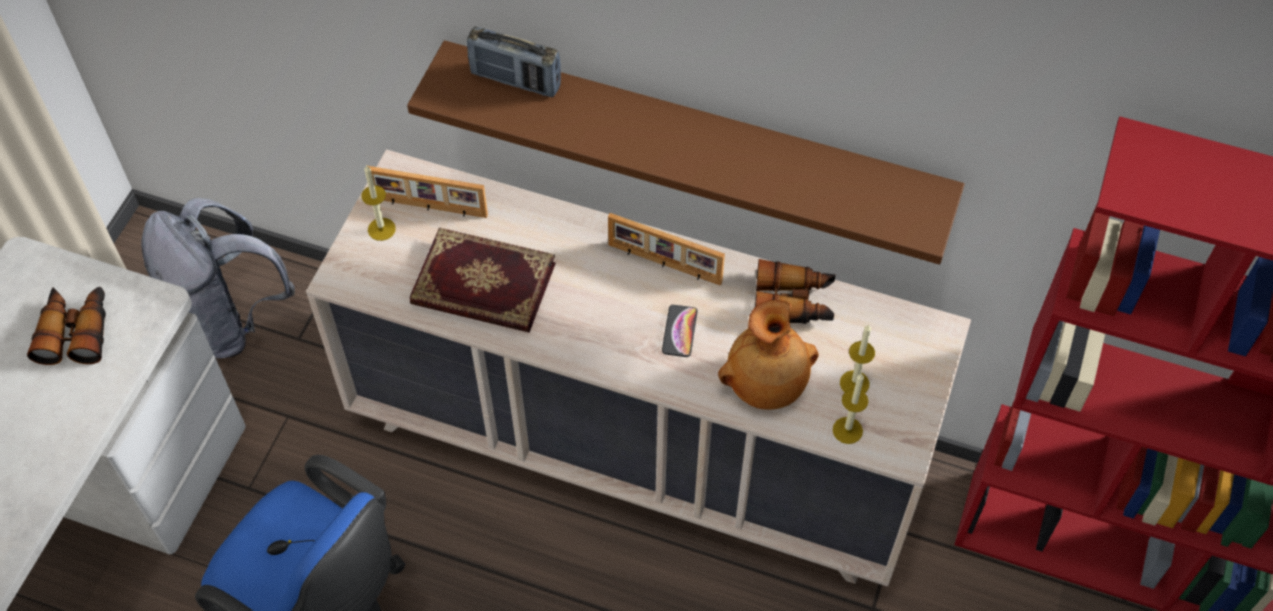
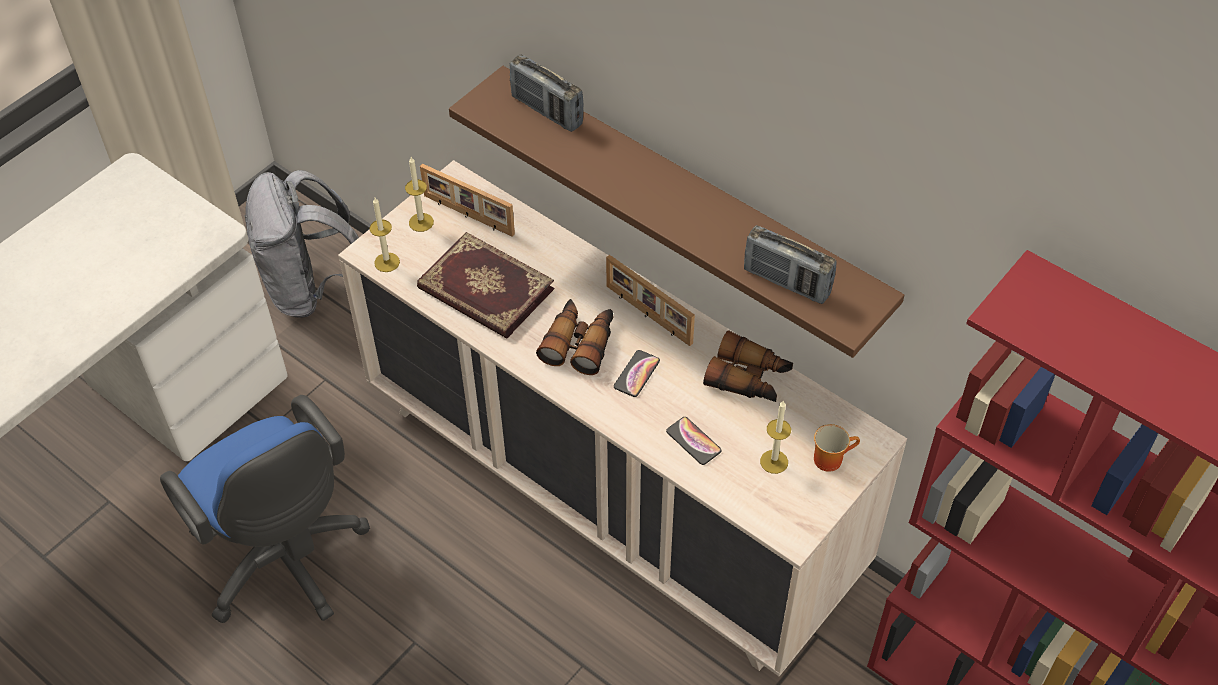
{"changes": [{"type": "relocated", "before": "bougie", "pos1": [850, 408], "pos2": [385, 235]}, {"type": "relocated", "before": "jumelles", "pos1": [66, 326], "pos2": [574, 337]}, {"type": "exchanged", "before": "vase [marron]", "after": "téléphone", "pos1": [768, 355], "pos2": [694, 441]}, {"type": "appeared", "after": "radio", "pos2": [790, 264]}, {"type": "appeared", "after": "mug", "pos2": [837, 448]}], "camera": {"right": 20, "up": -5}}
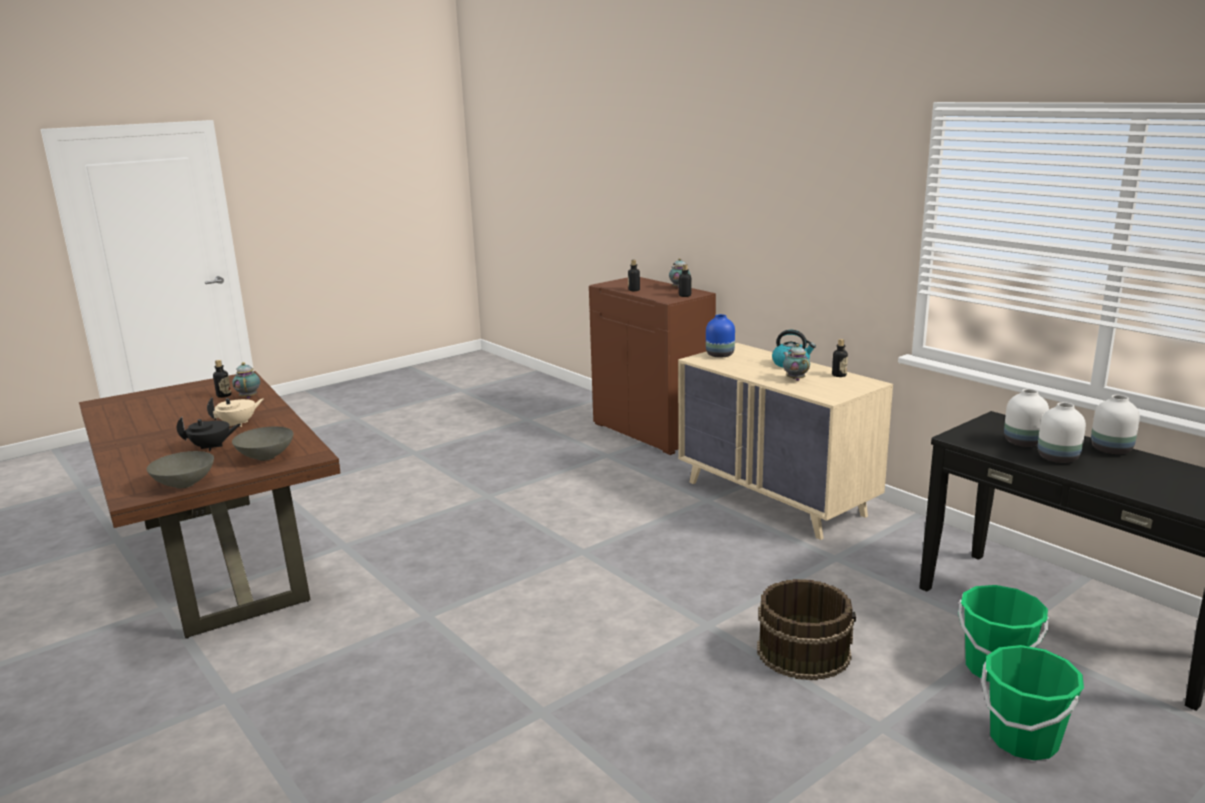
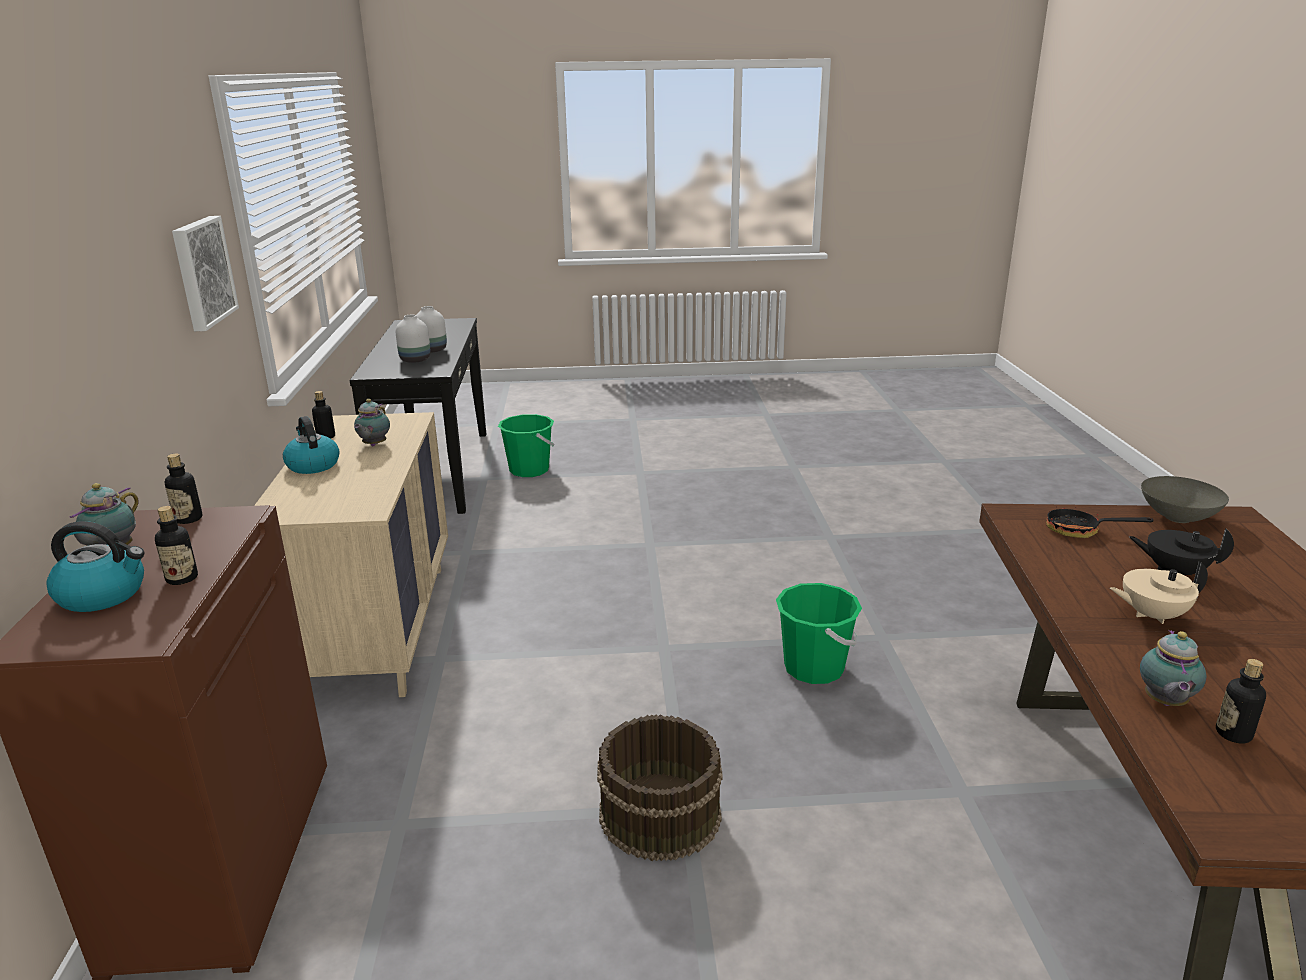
{"changes": [{"type": "appeared", "after": "bouilloire", "pos2": [95, 566]}, {"type": "appeared", "after": "tableau", "pos2": [205, 273]}, {"type": "relocated", "before": "seau [marron]", "pos1": [806, 629], "pos2": [660, 787]}, {"type": "relocated", "before": "seau [vert]", "pos1": [1032, 702], "pos2": [819, 633]}, {"type": "exchanged", "before": "bol [gris]", "after": "poêle", "pos1": [262, 443], "pos2": [1100, 519]}, {"type": "missing", "before": "vase [bleu]", "pos1": [720, 336]}, {"type": "missing", "before": "vase [blanc]", "pos1": [1115, 424]}], "camera": {"right": -145, "up": 5}}
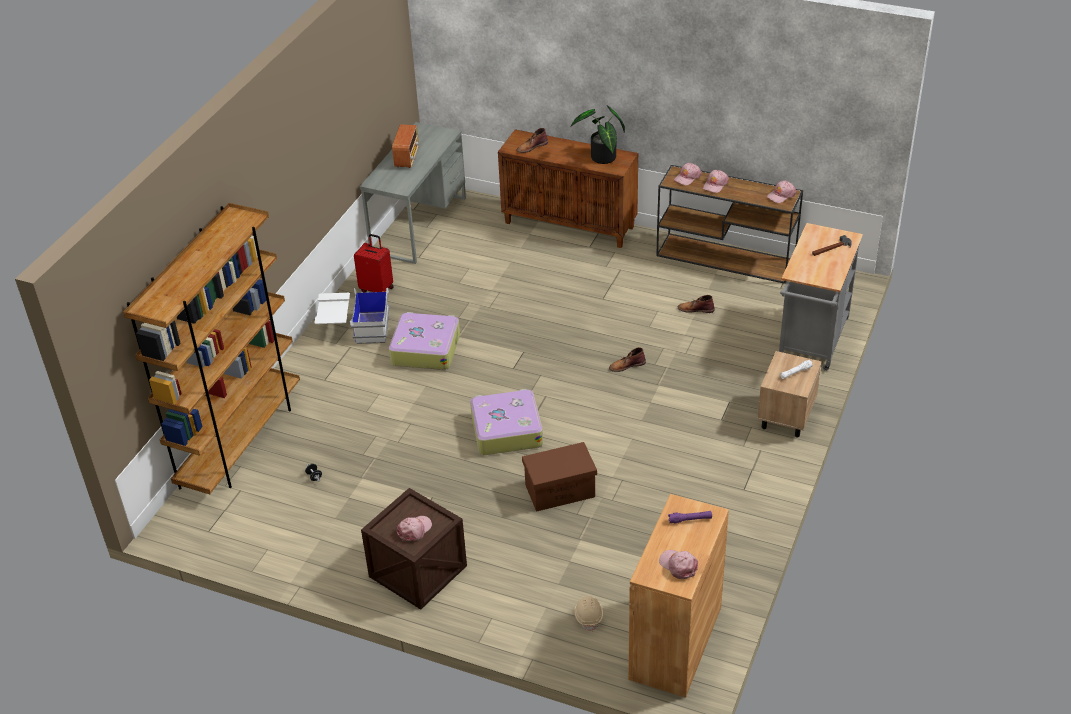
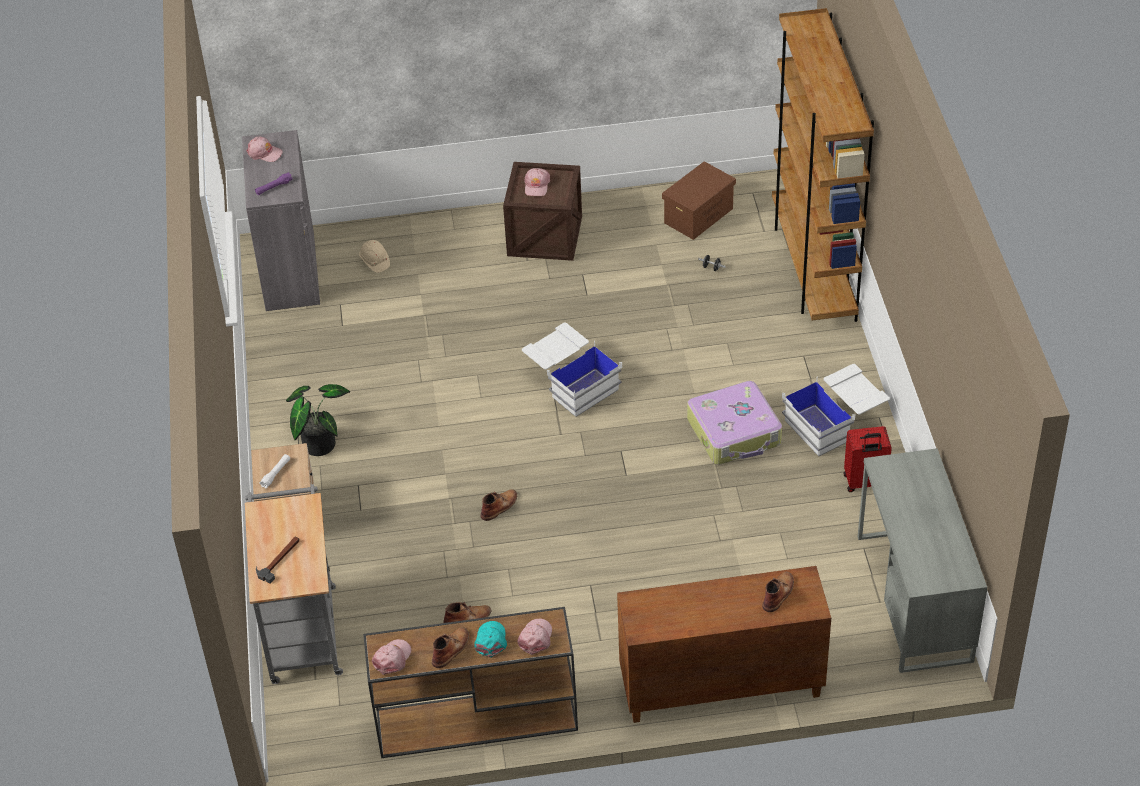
{"changes": [{"type": "colour", "before": "meuble de rangement [marron]", "after": "meuble de rangement [gris]", "pos1": [678, 596], "pos2": [281, 220]}, {"type": "relocated", "before": "plante en pot", "pos1": [597, 135], "pos2": [318, 420]}, {"type": "appeared", "after": "botte [marron]", "pos2": [450, 647]}, {"type": "colour", "before": "casquette [rose]", "after": "casquette [turquoise]", "pos1": [716, 181], "pos2": [490, 639]}, {"type": "exchanged", "before": "valise", "after": "boîte de rangement [blanc]", "pos1": [506, 422], "pos2": [572, 369]}, {"type": "relocated", "before": "boîte de rangement [marron]", "pos1": [559, 477], "pos2": [699, 200]}, {"type": "missing", "before": "radio", "pos1": [405, 146]}], "camera": {"right": 150, "up": 5}}
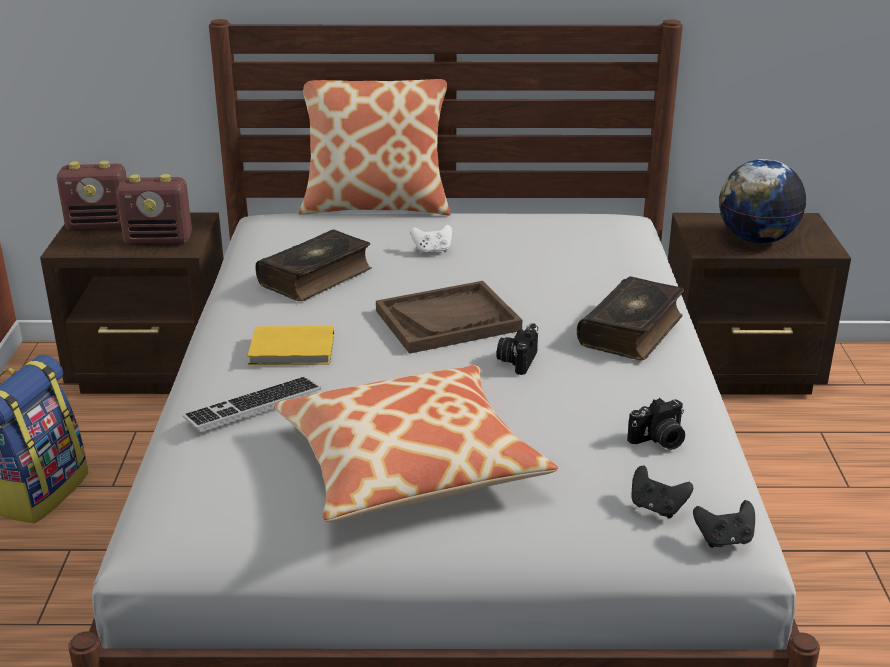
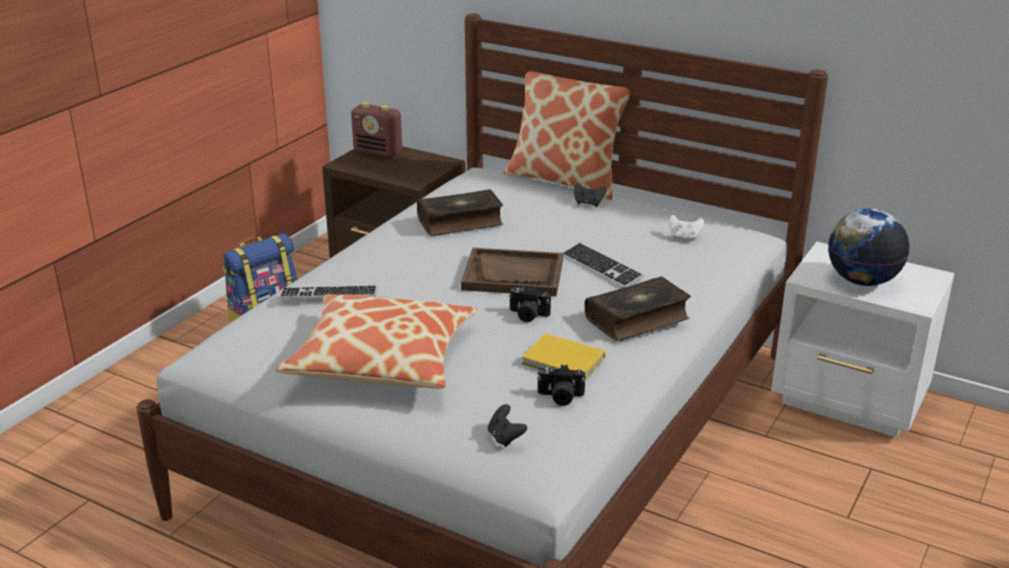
{"changes": [{"type": "spun", "before": "appareil photo", "pos1": [517, 349], "pos2": [530, 304], "turn": -120}, {"type": "relocated", "before": "livre [jaune]", "pos1": [291, 345], "pos2": [563, 356]}, {"type": "appeared", "after": "clavier", "pos2": [603, 265]}, {"type": "relocated", "before": "manette [noir]", "pos1": [724, 524], "pos2": [590, 195]}, {"type": "relocated", "before": "manette [blanc]", "pos1": [431, 239], "pos2": [686, 228]}, {"type": "colour", "before": "table de chevet [marron]", "after": "table de chevet [blanc]", "pos1": [759, 304], "pos2": [862, 339]}, {"type": "missing", "before": "radio", "pos1": [154, 209]}], "camera": {"right": 30, "up": 0}}
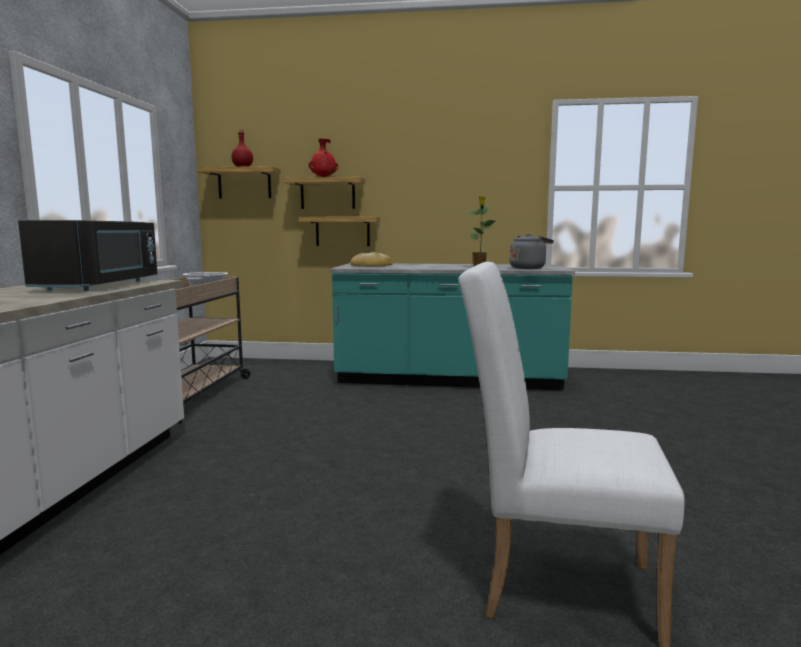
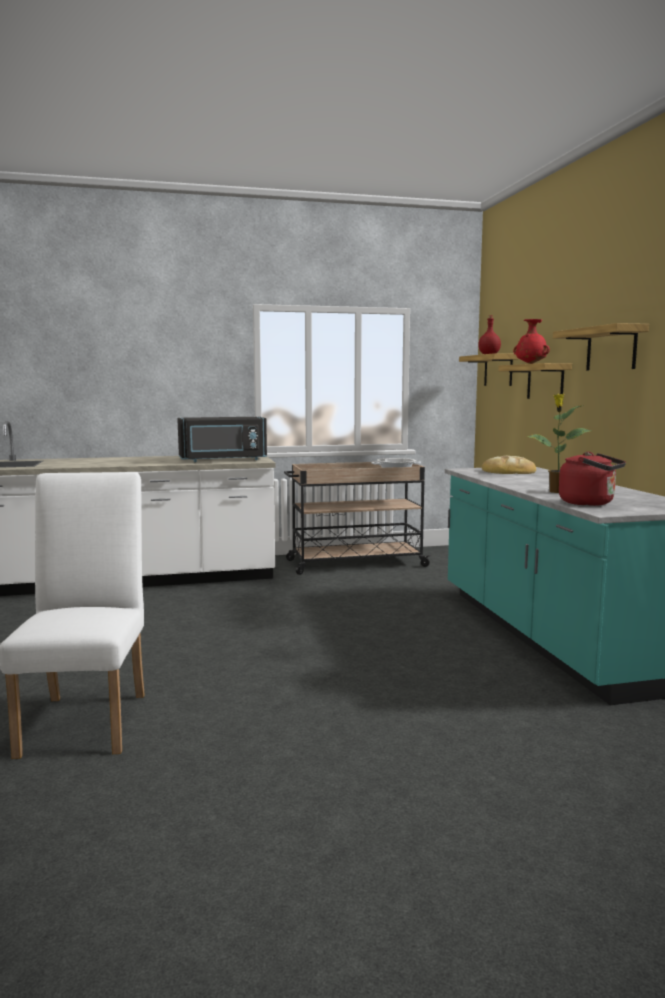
{"changes": [{"type": "relocated", "before": "étagère", "pos1": [339, 231], "pos2": [601, 346]}, {"type": "colour", "before": "bouilloire [gris]", "after": "bouilloire [rouge]", "pos1": [532, 251], "pos2": [592, 479]}], "camera": {"right": 70, "up": 0}}
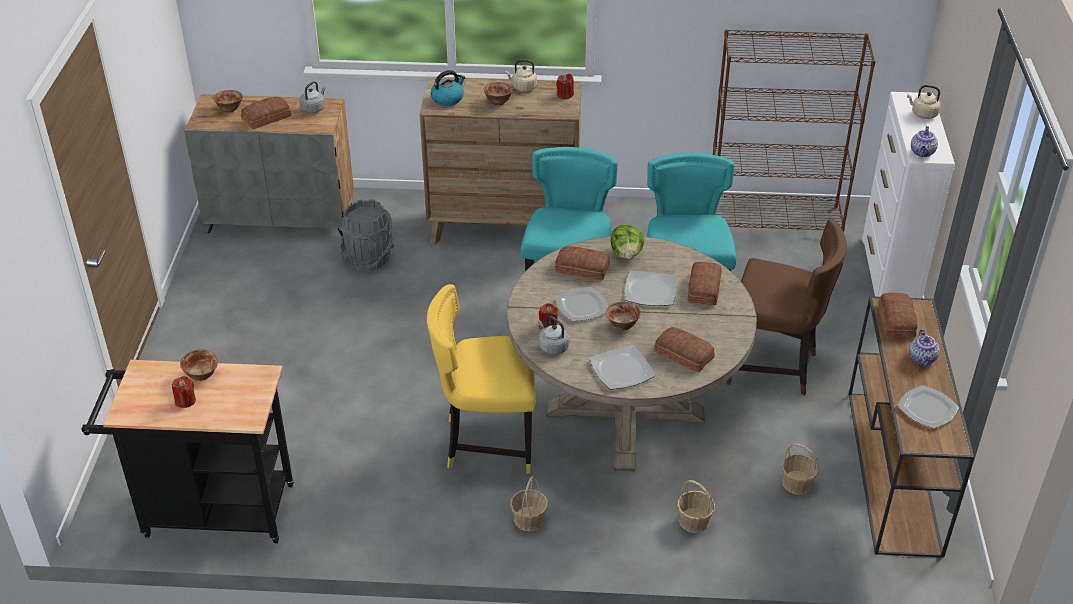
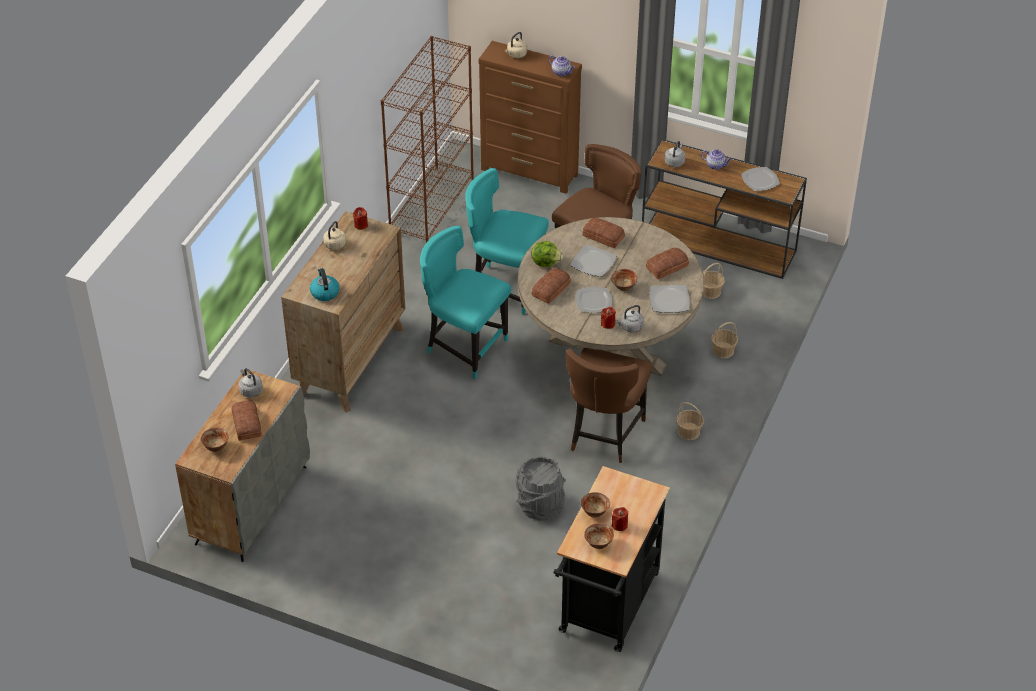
{"changes": [{"type": "colour", "before": "commode [blanc]", "after": "commode [marron]", "pos1": [908, 195], "pos2": [530, 117]}, {"type": "relocated", "before": "seau [gris]", "pos1": [367, 235], "pos2": [540, 488]}, {"type": "colour", "before": "chaise [jaune]", "after": "chaise [marron]", "pos1": [481, 379], "pos2": [609, 405]}, {"type": "relocated", "before": "bol", "pos1": [498, 93], "pos2": [599, 536]}, {"type": "exchanged", "before": "pain", "after": "bouilloire [gris]", "pos1": [898, 314], "pos2": [674, 154]}], "camera": {"right": -70, "up": 5}}
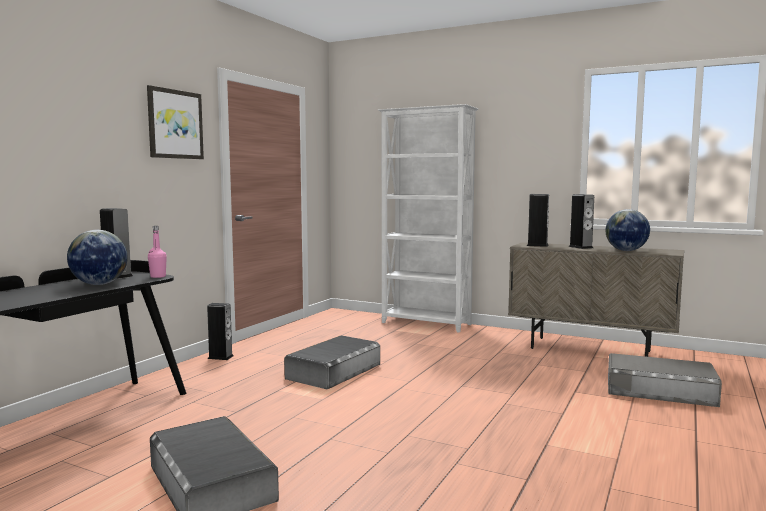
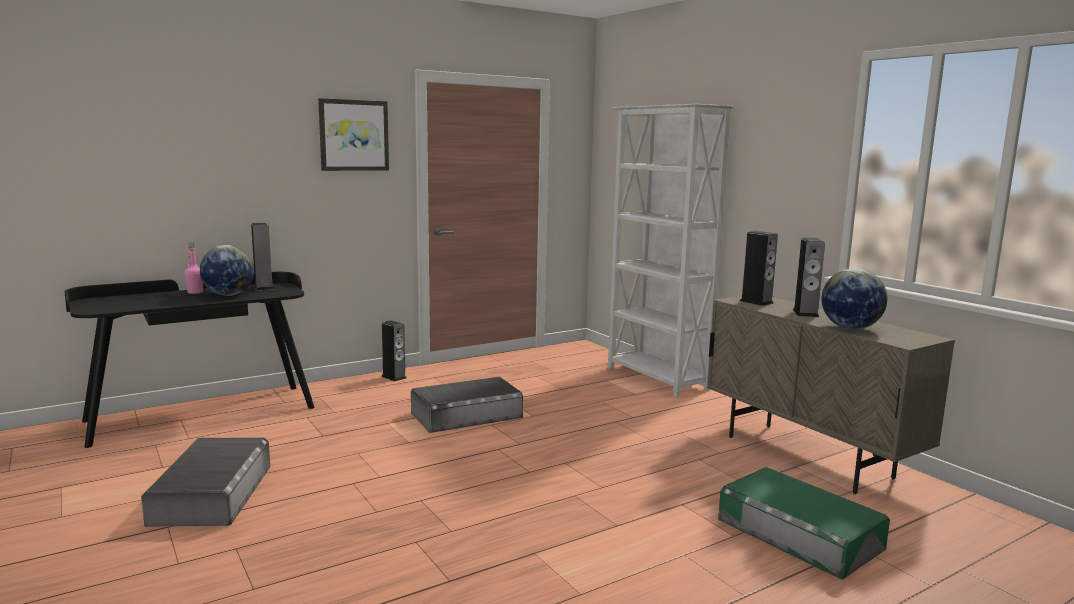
{"changes": [{"type": "relocated", "before": "bouteille [rose]", "pos1": [157, 252], "pos2": [193, 268]}, {"type": "colour", "before": "boîte de rangement [gris]", "after": "boîte de rangement [vert]", "pos1": [665, 380], "pos2": [804, 523]}], "camera": {"right": 30, "up": 5}}
